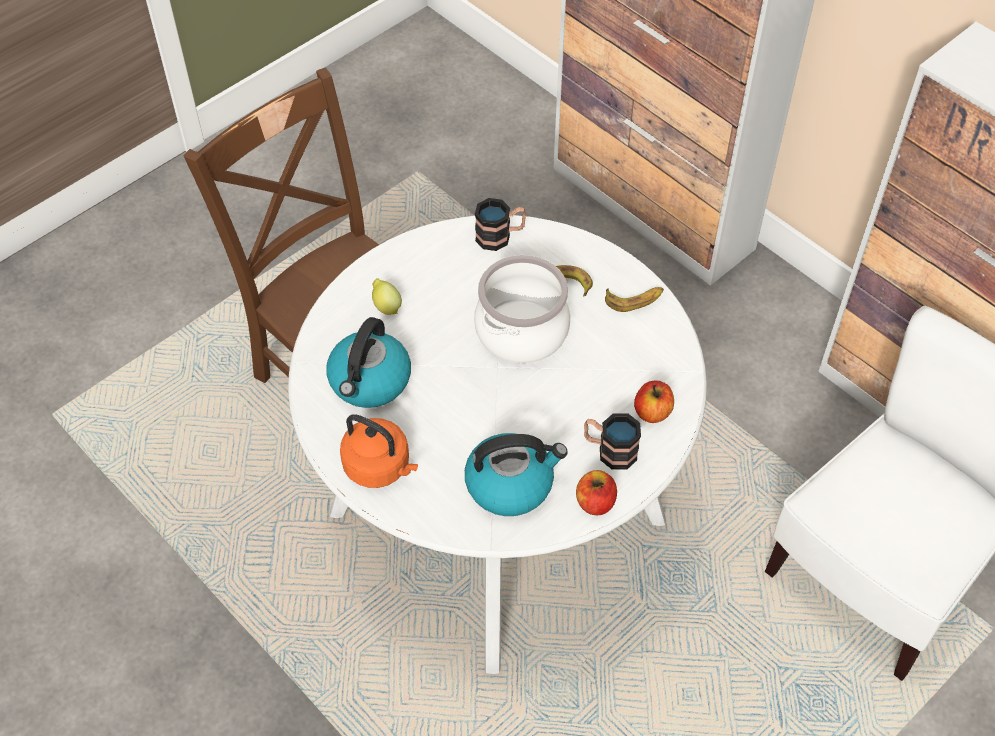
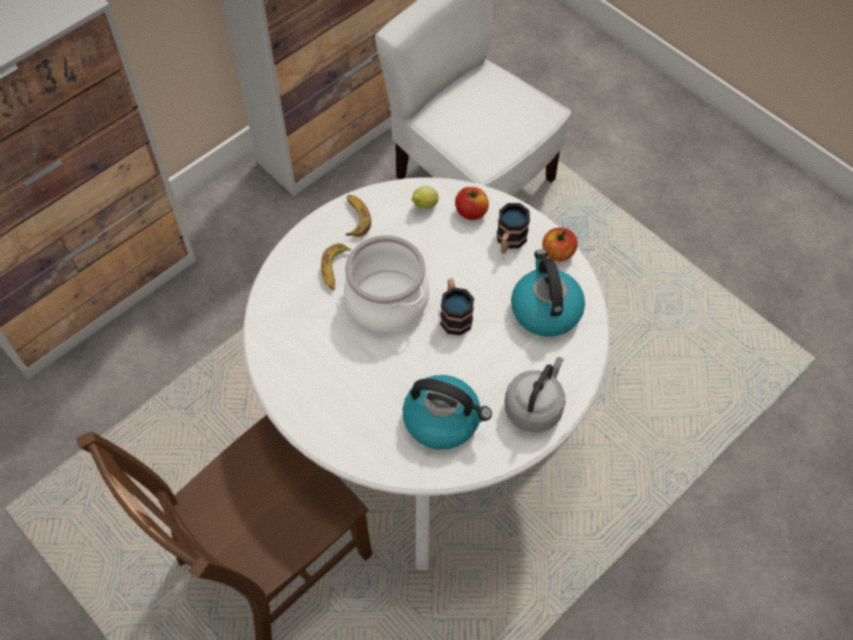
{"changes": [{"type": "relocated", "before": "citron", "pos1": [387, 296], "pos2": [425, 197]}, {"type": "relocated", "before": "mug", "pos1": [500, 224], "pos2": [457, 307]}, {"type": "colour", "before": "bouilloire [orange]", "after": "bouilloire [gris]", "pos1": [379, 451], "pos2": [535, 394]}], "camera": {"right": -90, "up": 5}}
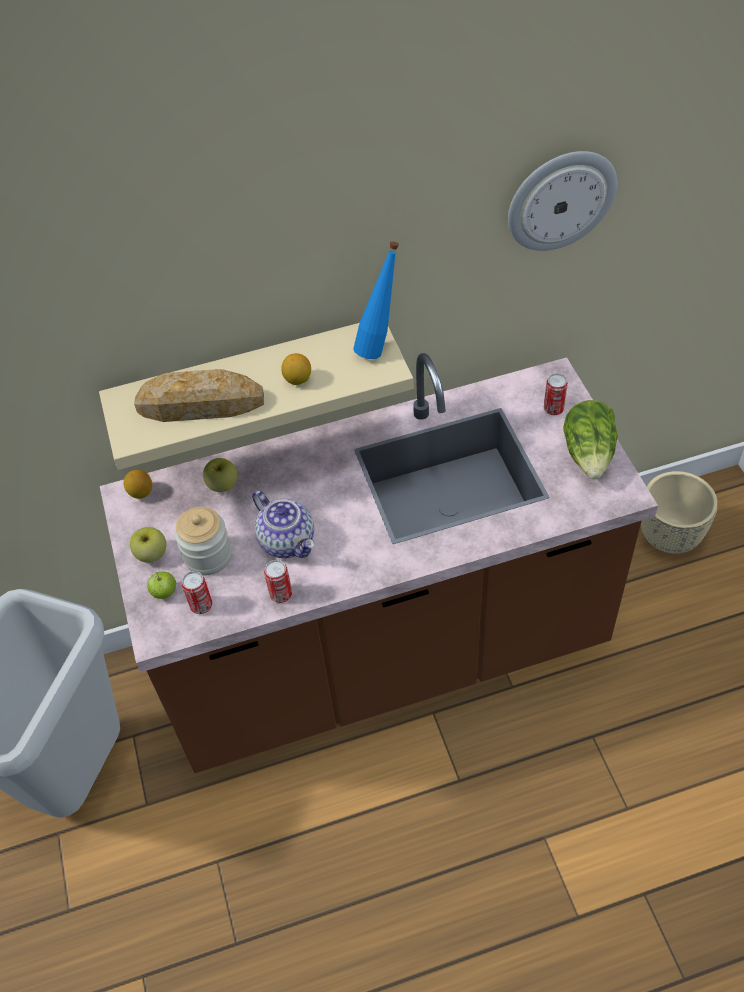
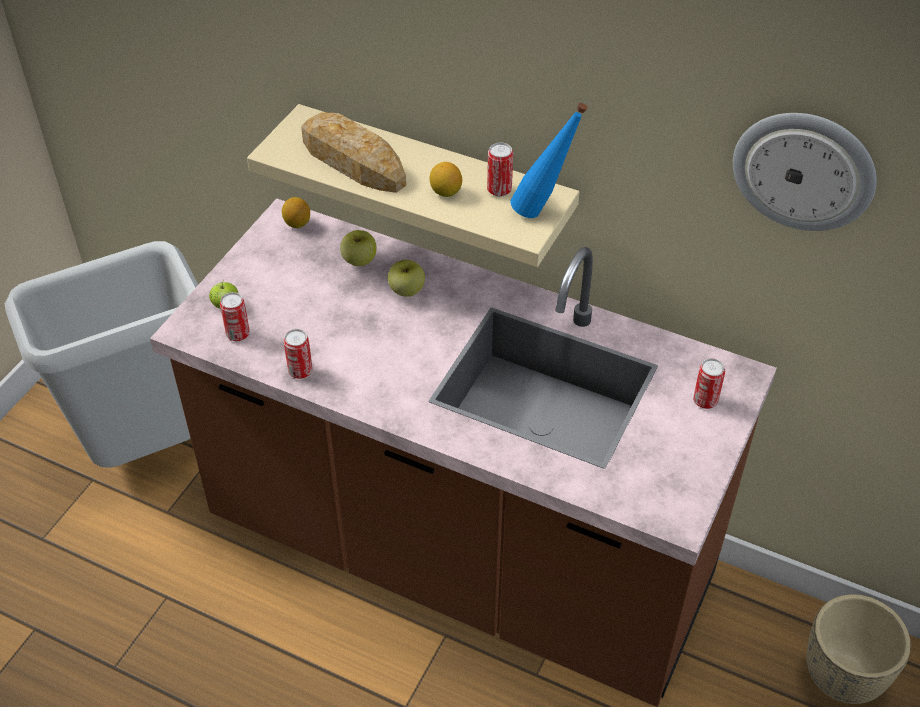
{"changes": [{"type": "relocated", "before": "pomme", "pos1": [148, 545], "pos2": [406, 278]}, {"type": "appeared", "after": "boîte métallique", "pos2": [500, 170]}, {"type": "missing", "before": "bocal", "pos1": [203, 541]}, {"type": "missing", "before": "théière", "pos1": [283, 524]}, {"type": "missing", "before": "laitue", "pos1": [590, 439]}], "camera": {"right": 40, "up": -5}}
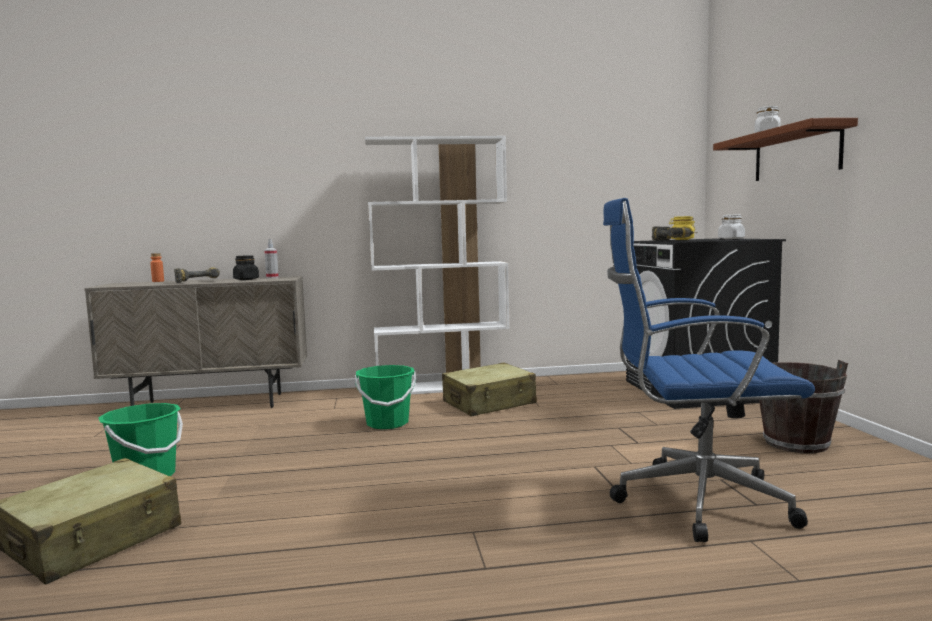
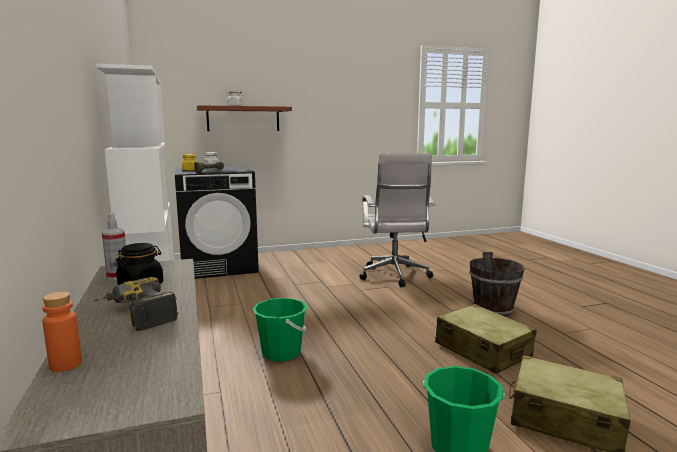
{"changes": [{"type": "colour", "before": "chaise de bureau [bleu]", "after": "chaise de bureau [blanc]", "pos1": [709, 370], "pos2": [397, 220]}, {"type": "relocated", "before": "valise [beige]", "pos1": [489, 389], "pos2": [486, 339]}, {"type": "relocated", "before": "seau [marron]", "pos1": [803, 406], "pos2": [497, 284]}], "camera": {"right": -100, "up": 5}}
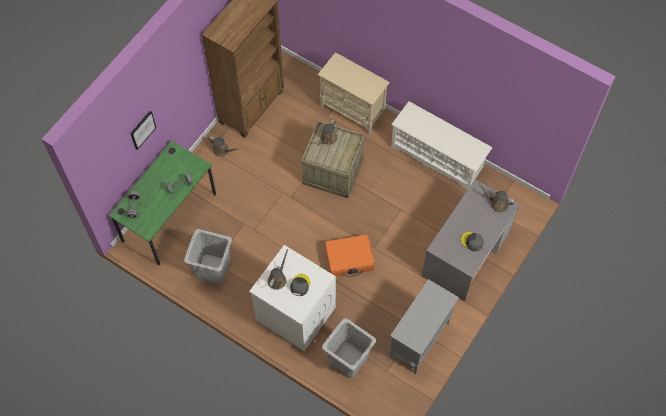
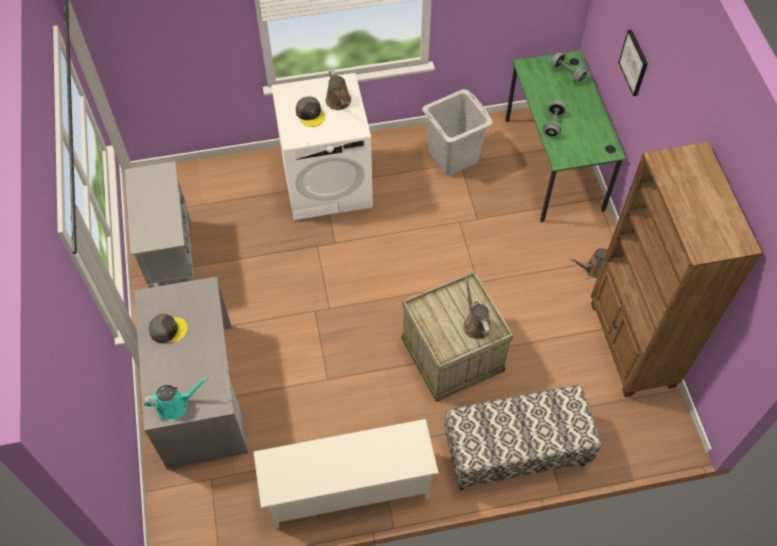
{"changes": [{"type": "colour", "before": "arrosoir [marron]", "after": "arrosoir [turquoise]", "pos1": [496, 198], "pos2": [176, 398]}, {"type": "exchanged", "before": "meuble de rangement [beige]", "after": "banc", "pos1": [354, 94], "pos2": [522, 437]}, {"type": "missing", "before": "panier à linge [gris]", "pos1": [349, 348]}, {"type": "missing", "before": "valise [orange]", "pos1": [350, 255]}], "camera": {"right": 135, "up": -5}}
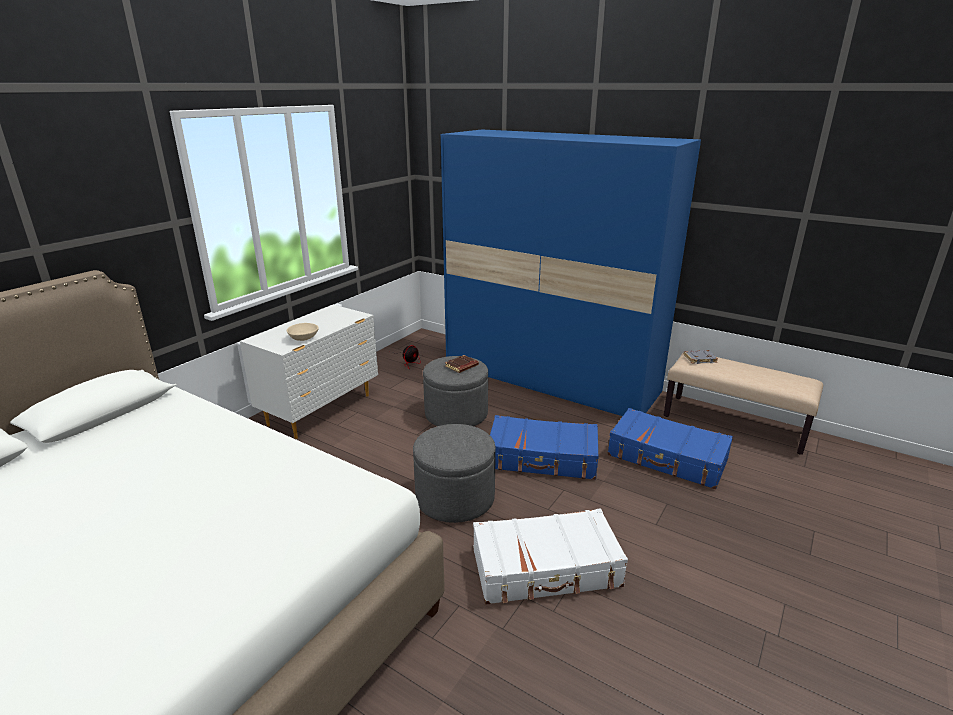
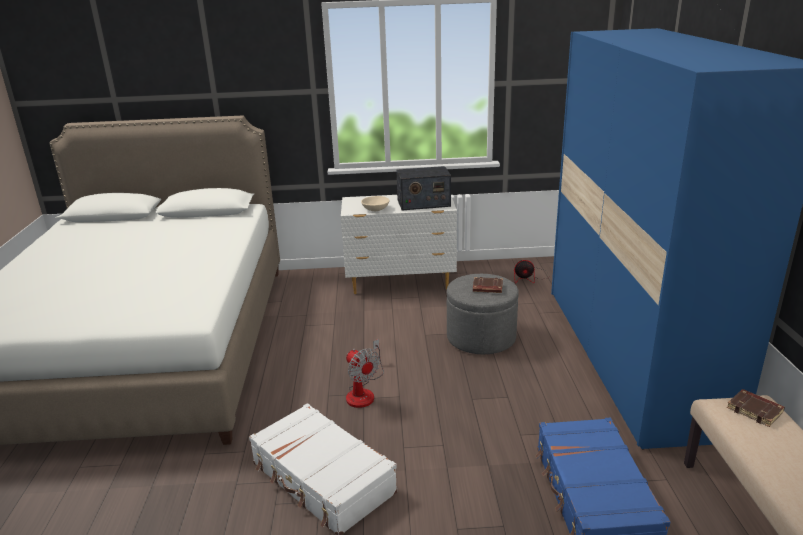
{"changes": [{"type": "exchanged", "before": "pouf [gris]", "after": "ventilateur", "pos1": [454, 473], "pos2": [365, 373]}, {"type": "appeared", "after": "radio", "pos2": [423, 188]}, {"type": "colour", "before": "livre [gris]", "after": "livre [marron]", "pos1": [700, 357], "pos2": [756, 408]}, {"type": "missing", "before": "valise [bleu]", "pos1": [544, 447]}], "camera": {"right": 55, "up": 0}}
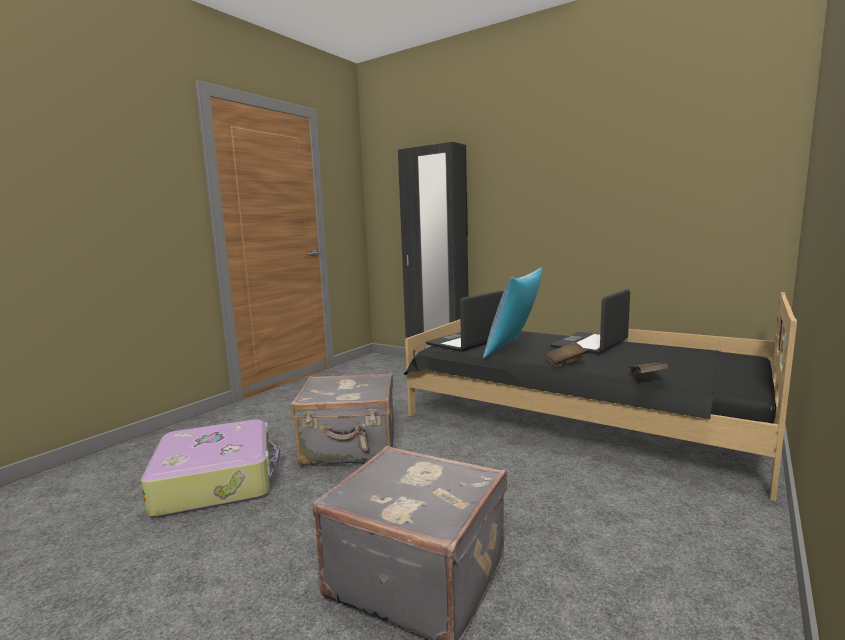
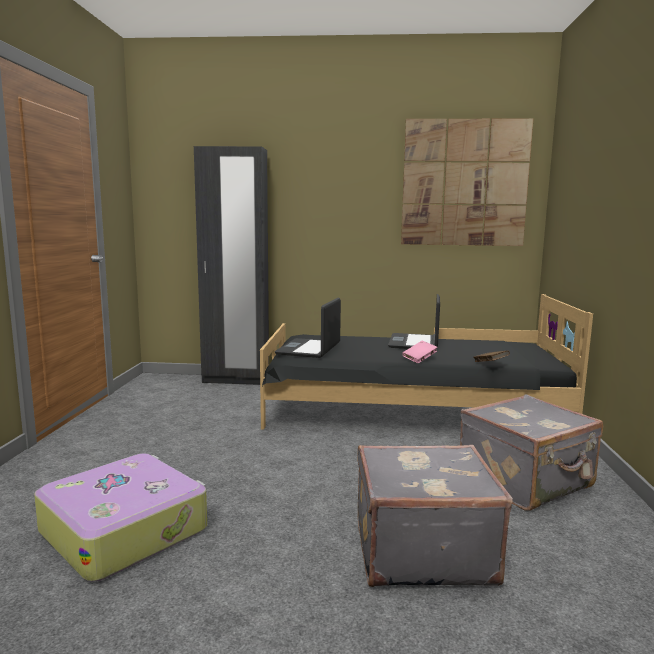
{"changes": [{"type": "appeared", "after": "tableau", "pos2": [467, 182]}, {"type": "colour", "before": "livre [marron]", "after": "livre [rose]", "pos1": [566, 354], "pos2": [419, 352]}, {"type": "relocated", "before": "valise [gris]", "pos1": [342, 419], "pos2": [531, 452]}, {"type": "missing", "before": "coussin", "pos1": [512, 313]}], "camera": {"right": -30, "up": 0}}
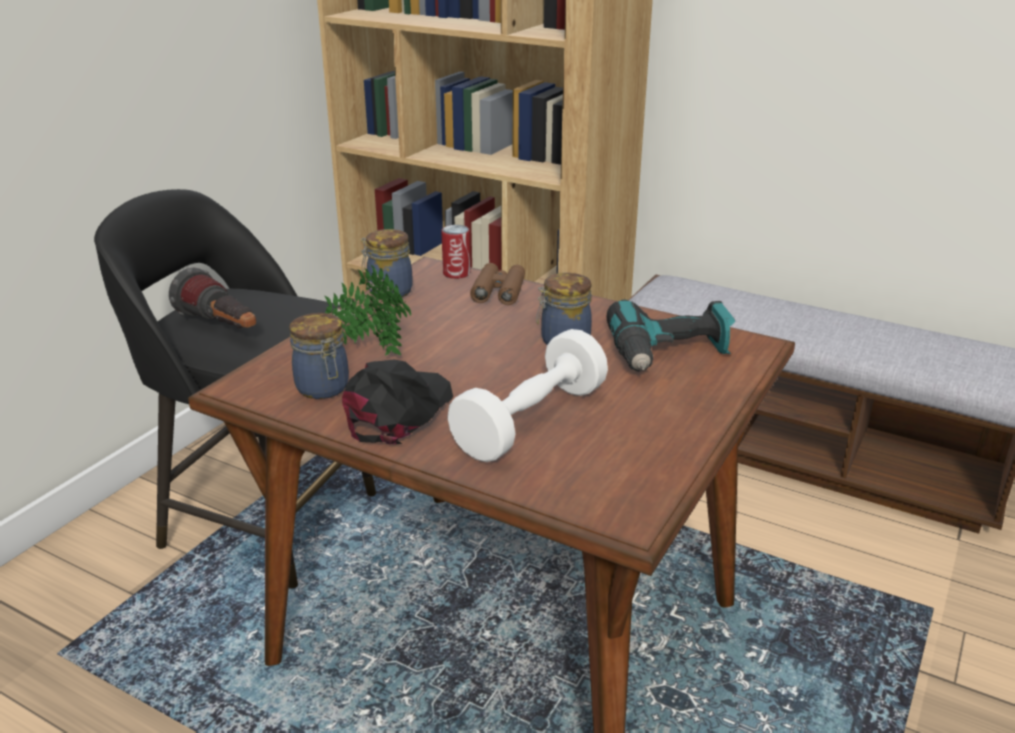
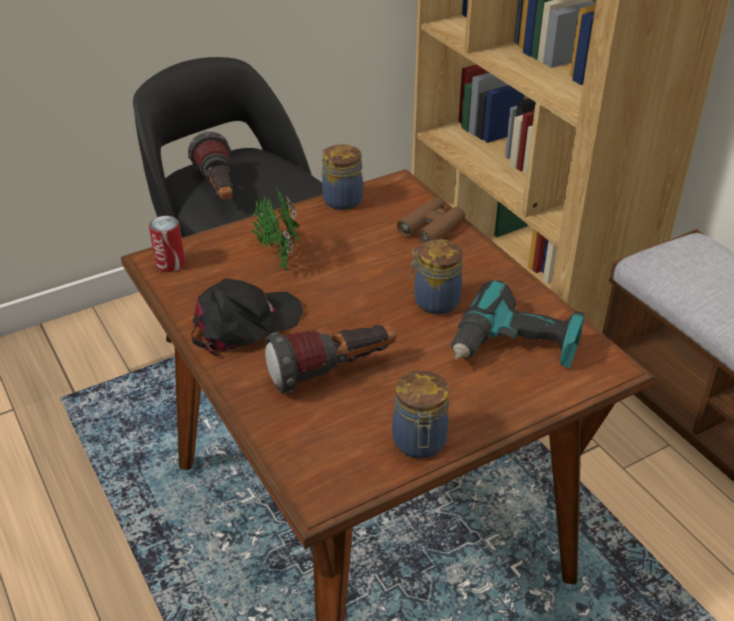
{"changes": [{"type": "relocated", "before": "boîte métallique", "pos1": [456, 252], "pos2": [167, 244]}, {"type": "exchanged", "before": "haltère [blanc]", "after": "lampe de poche", "pos1": [527, 395], "pos2": [330, 359]}, {"type": "relocated", "before": "bocal", "pos1": [319, 356], "pos2": [420, 414]}], "camera": {"right": 30, "up": 10}}
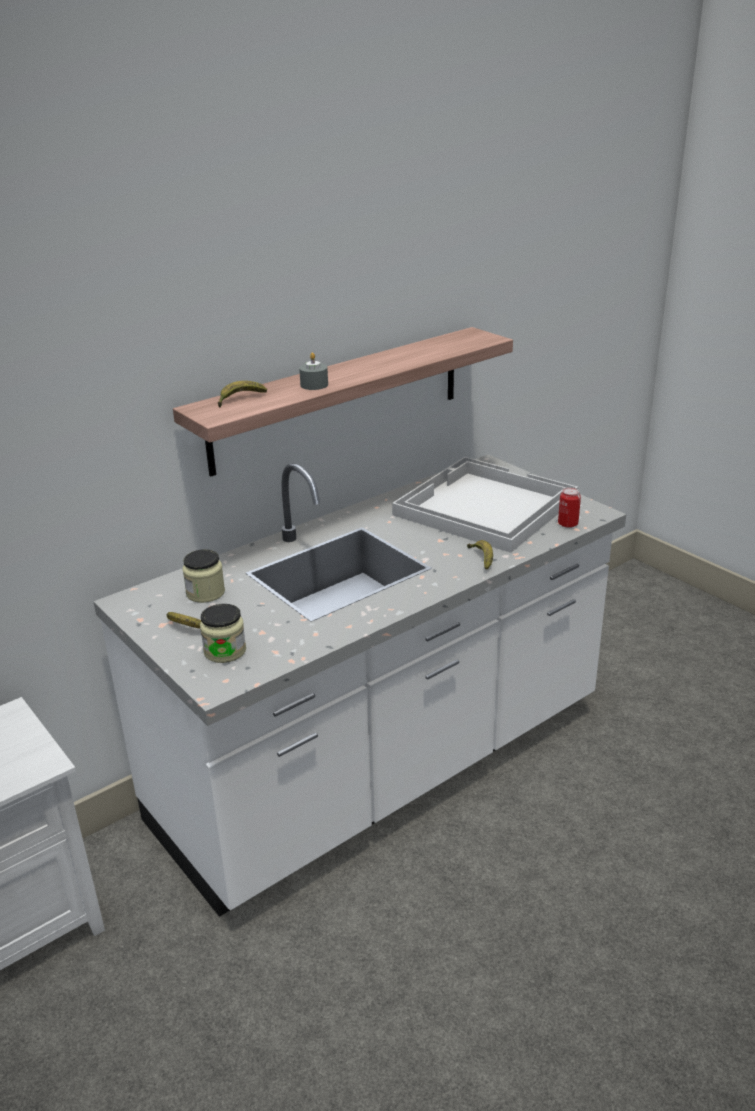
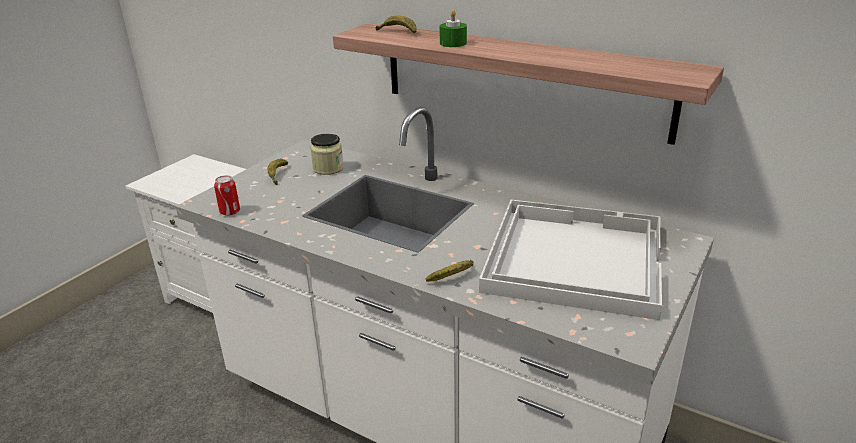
{"changes": [{"type": "relocated", "before": "boîte métallique", "pos1": [569, 507], "pos2": [227, 195]}, {"type": "colour", "before": "bougie [gris]", "after": "bougie [vert]", "pos1": [313, 371], "pos2": [453, 28]}, {"type": "missing", "before": "bocal", "pos1": [223, 633]}], "camera": {"right": 70, "up": 0}}
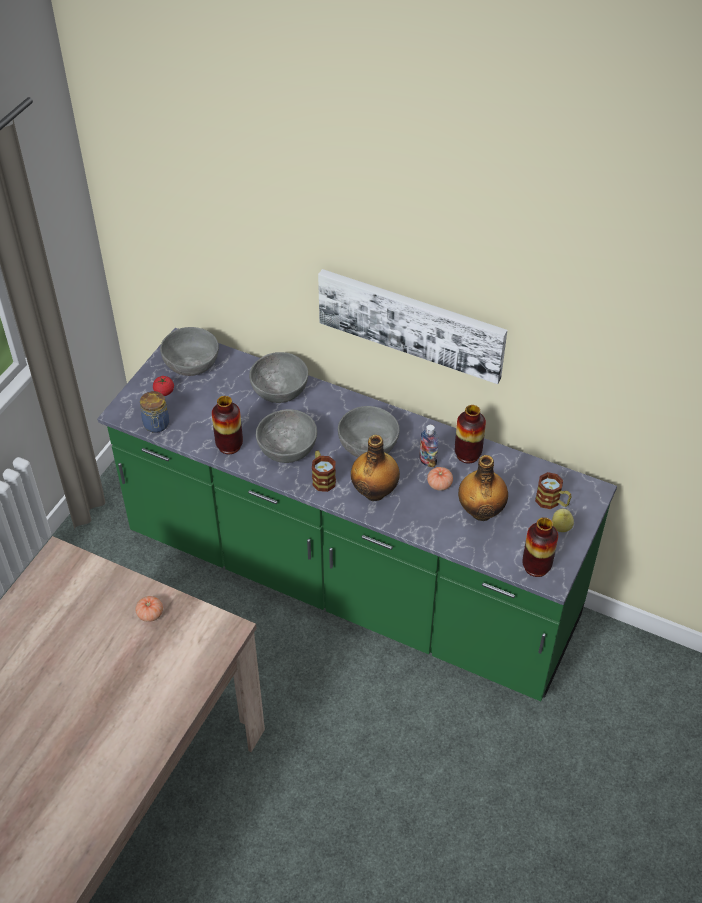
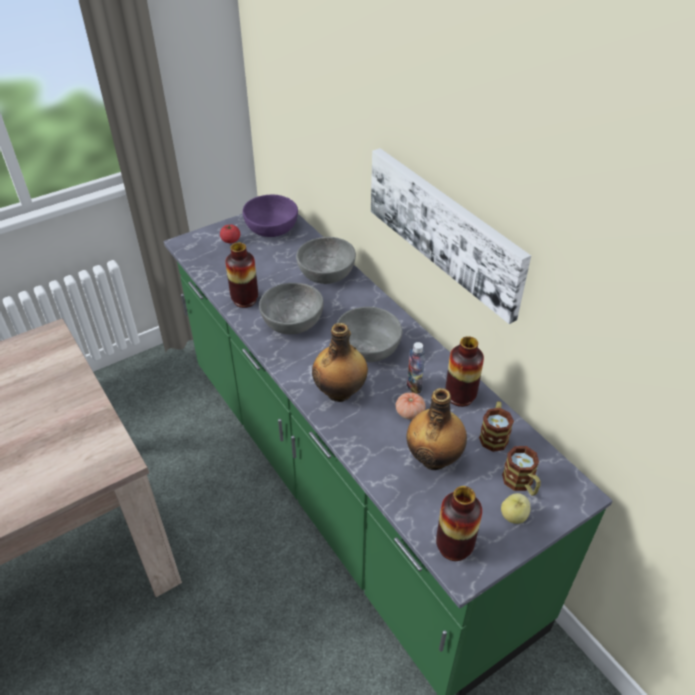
{"changes": [{"type": "colour", "before": "bol [gris]", "after": "bol [violet]", "pos1": [189, 351], "pos2": [270, 216]}, {"type": "relocated", "before": "mug", "pos1": [324, 471], "pos2": [496, 426]}, {"type": "missing", "before": "tomate", "pos1": [149, 609]}, {"type": "missing", "before": "bocal", "pos1": [154, 412]}], "camera": {"right": 30, "up": -5}}
